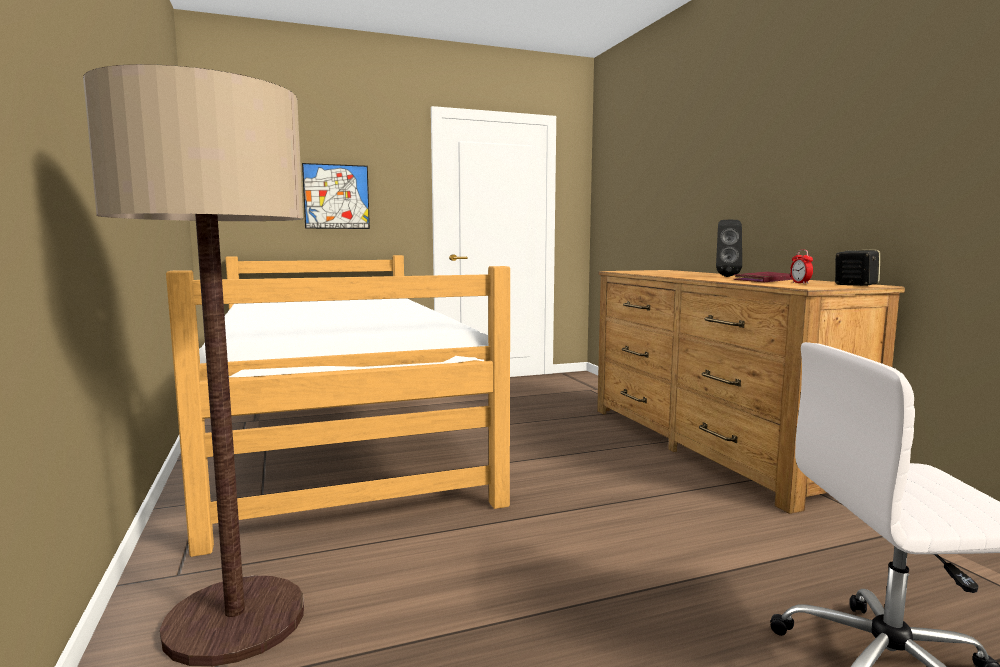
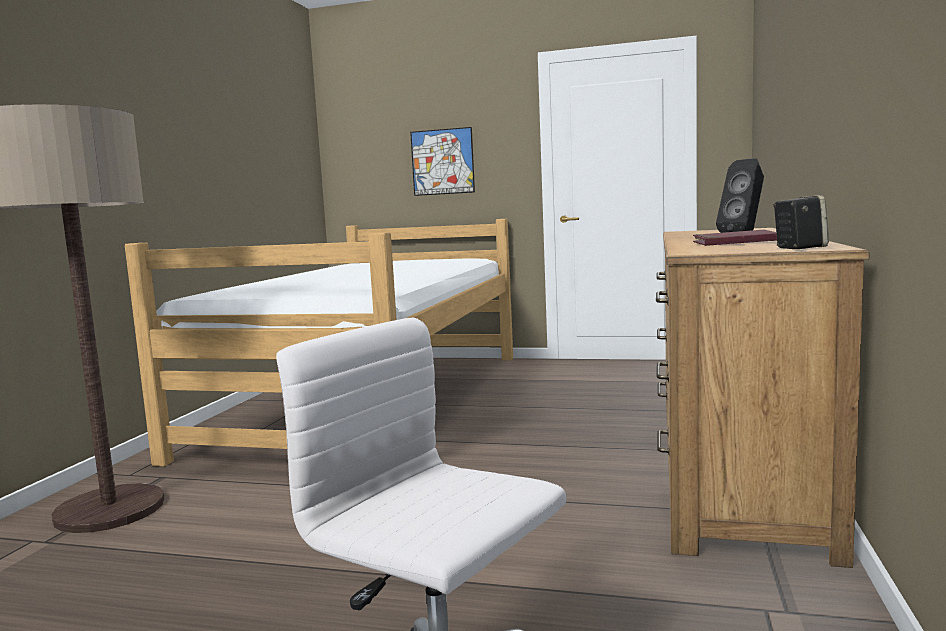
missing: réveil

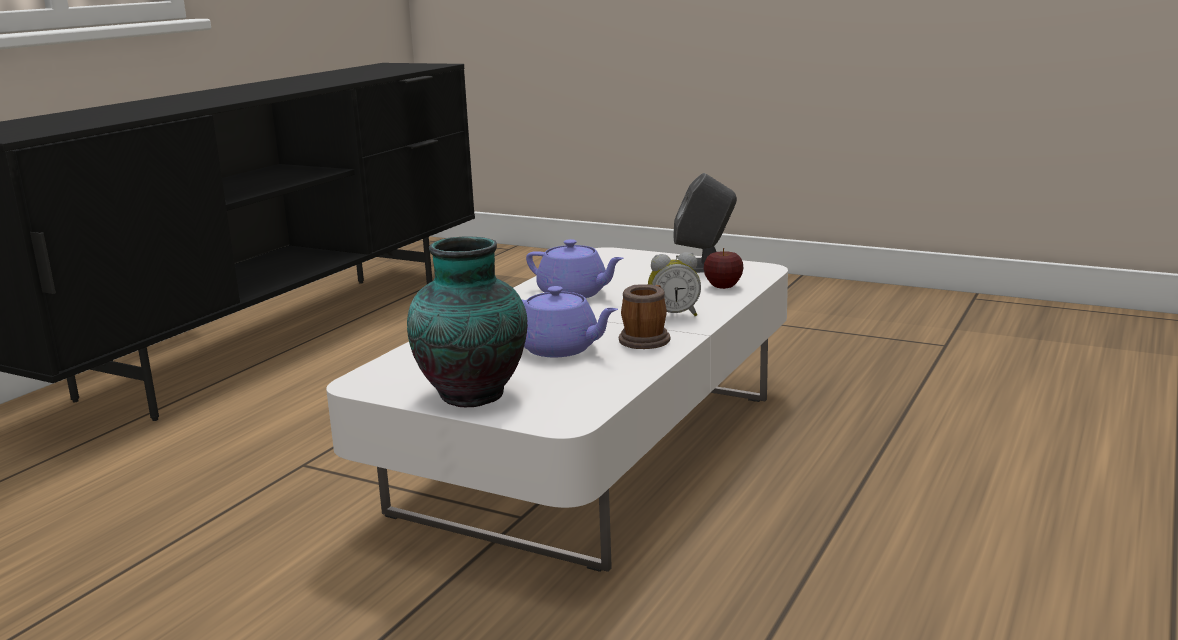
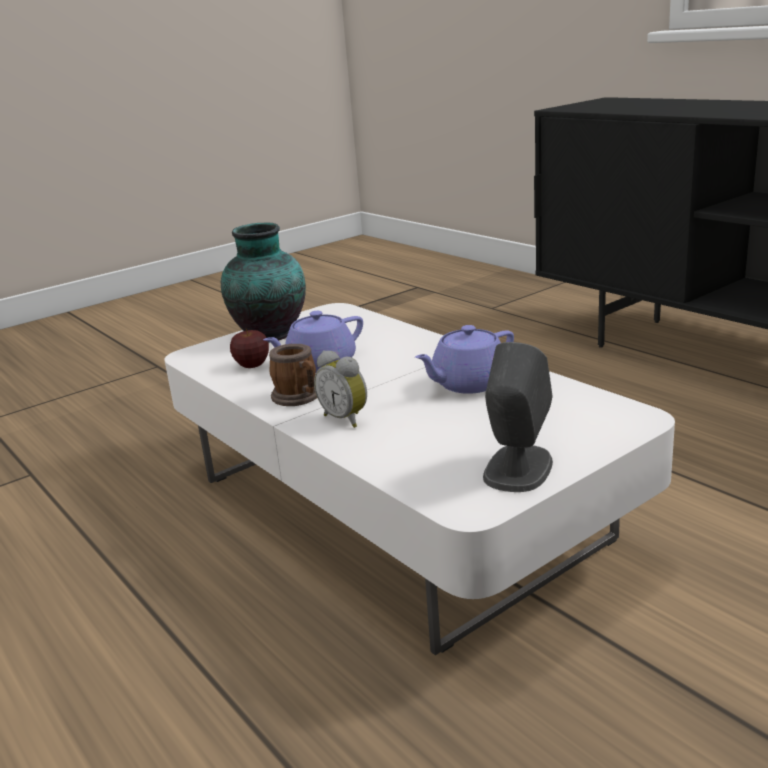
relocated: pomme
spun: réveil 60 degrees counterclockwise

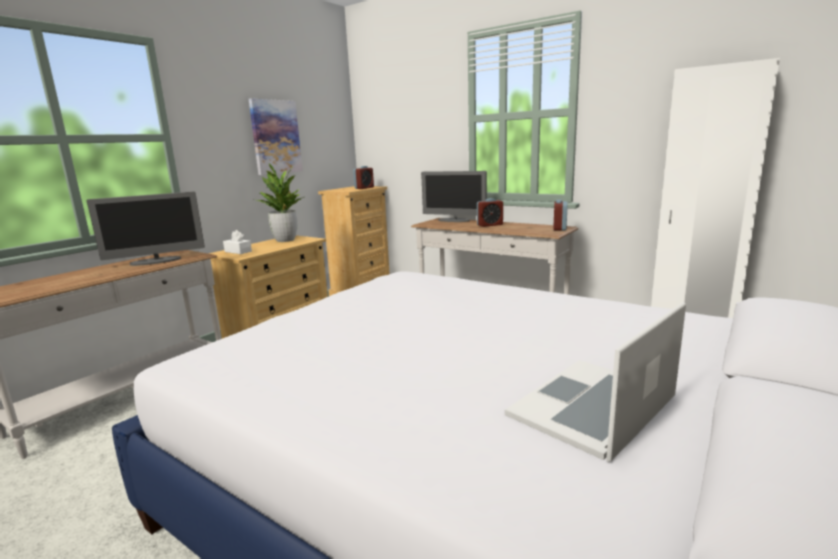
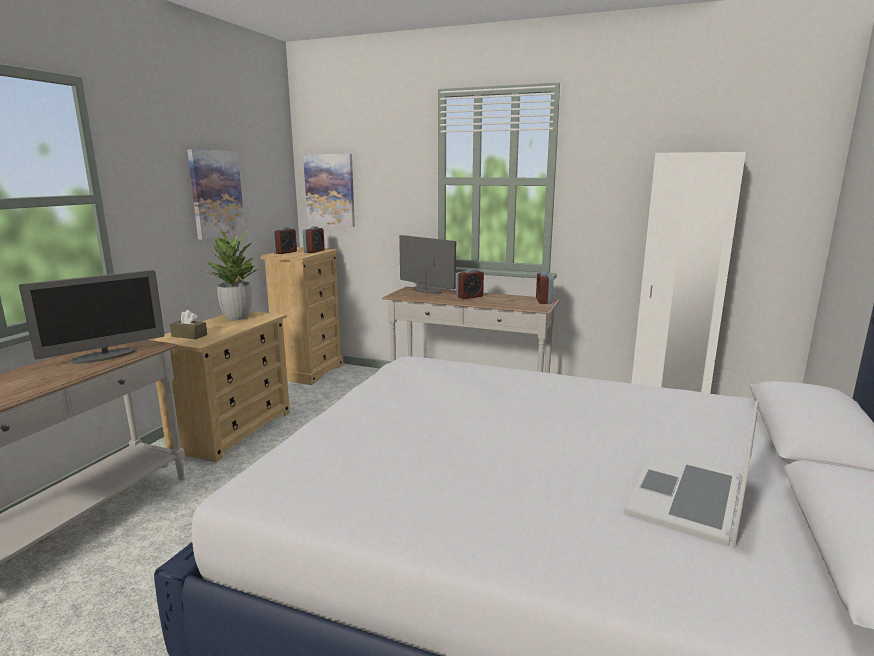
appeared: réveil (no. 1 from left); tableau (no. 2 from left)
colour: boîte à mouchoirs [blanc] to boîte à mouchoirs [marron]
spun: écran d'ordinateur (no. 2 from left) 150 degrees counterclockwise

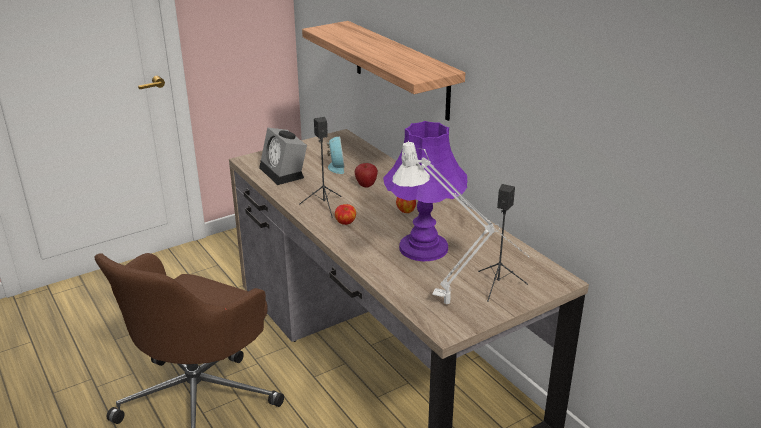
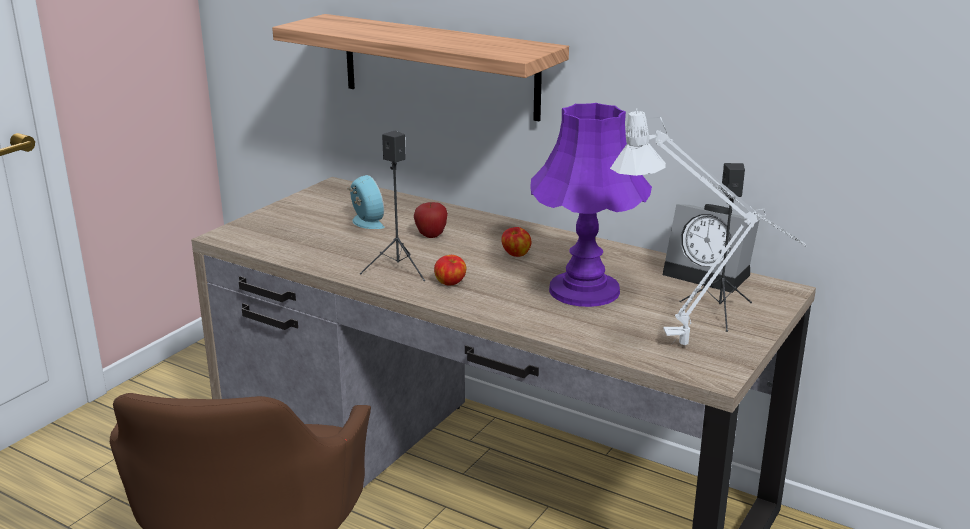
relocated: réveil (no. 1 from left in the first image) to réveil (no. 2 from left)

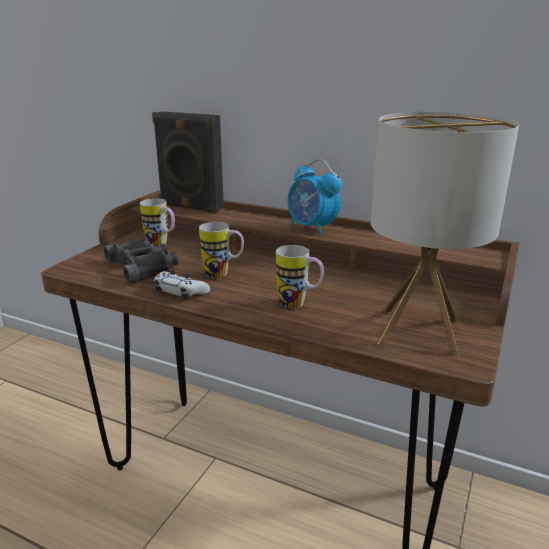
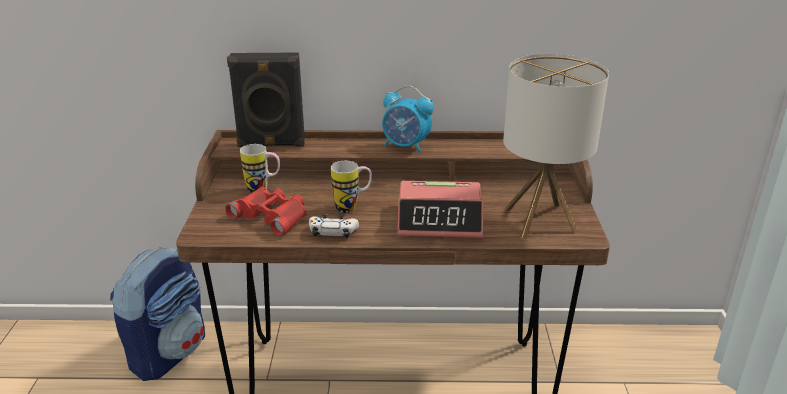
appeared: sac à dos
exchanged: mug (no. 3 from left) to réveil (no. 2 from left)
colour: jumelles [noir] to jumelles [rouge]

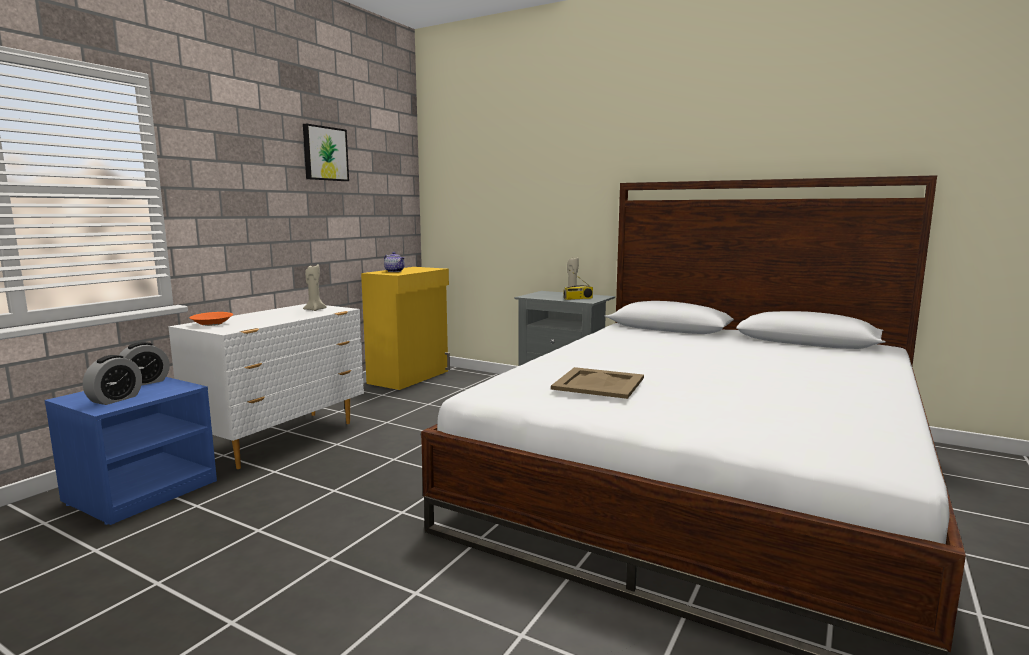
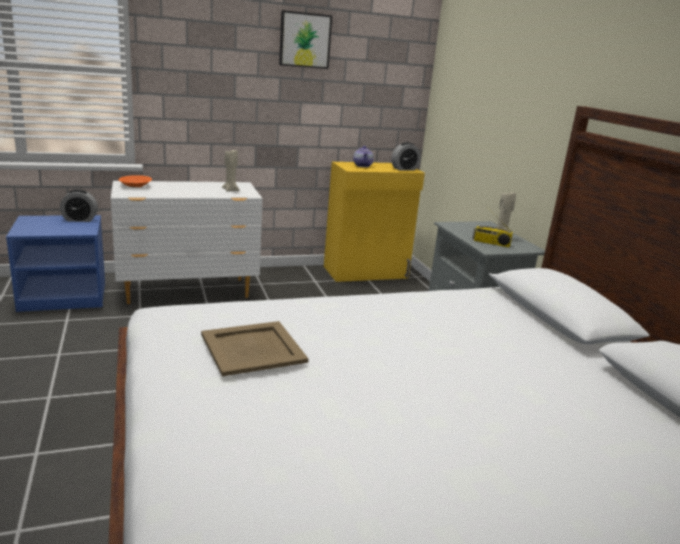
relocated: réveil (no. 1 from left in the first image) to réveil (no. 2 from left)

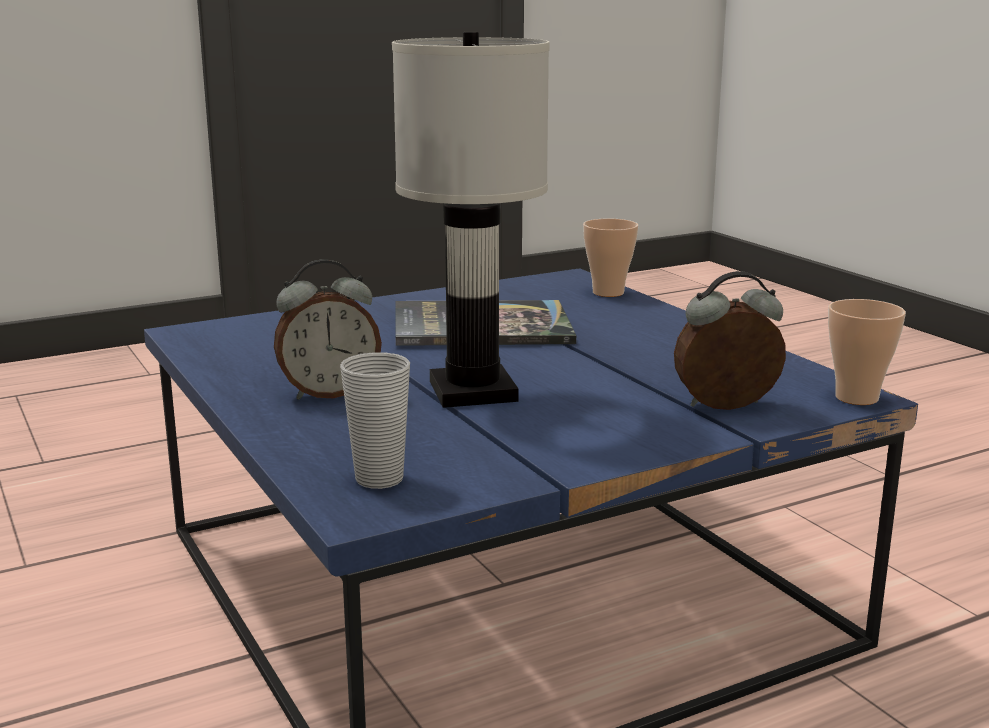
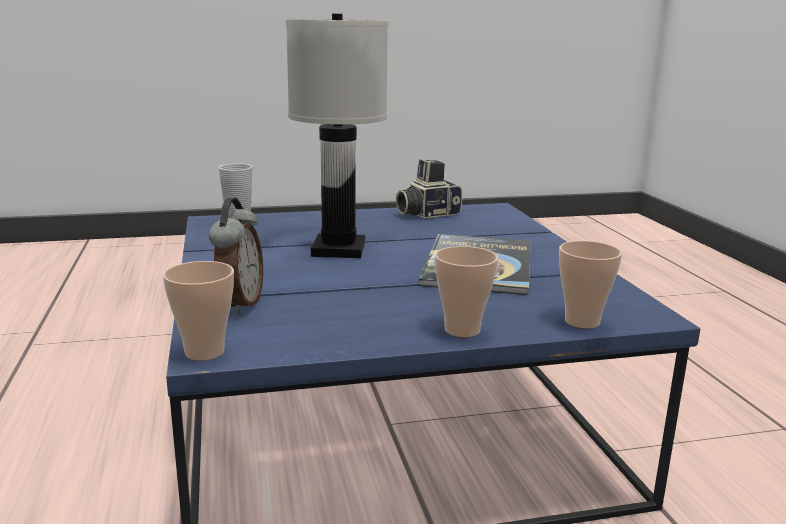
missing: réveil (no. 1 from left)
appeared: appareil photo; tasse (no. 3 from left)

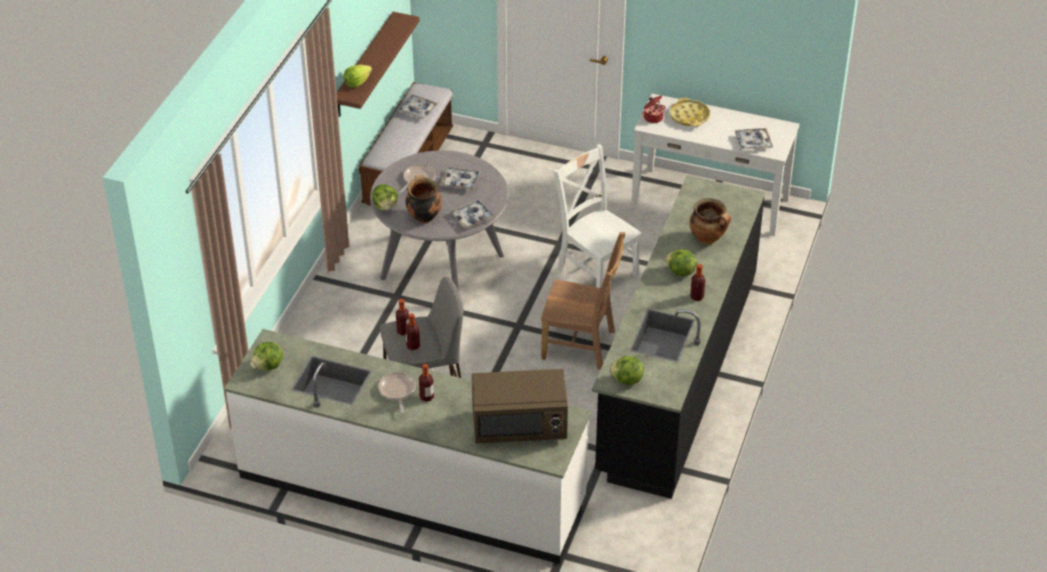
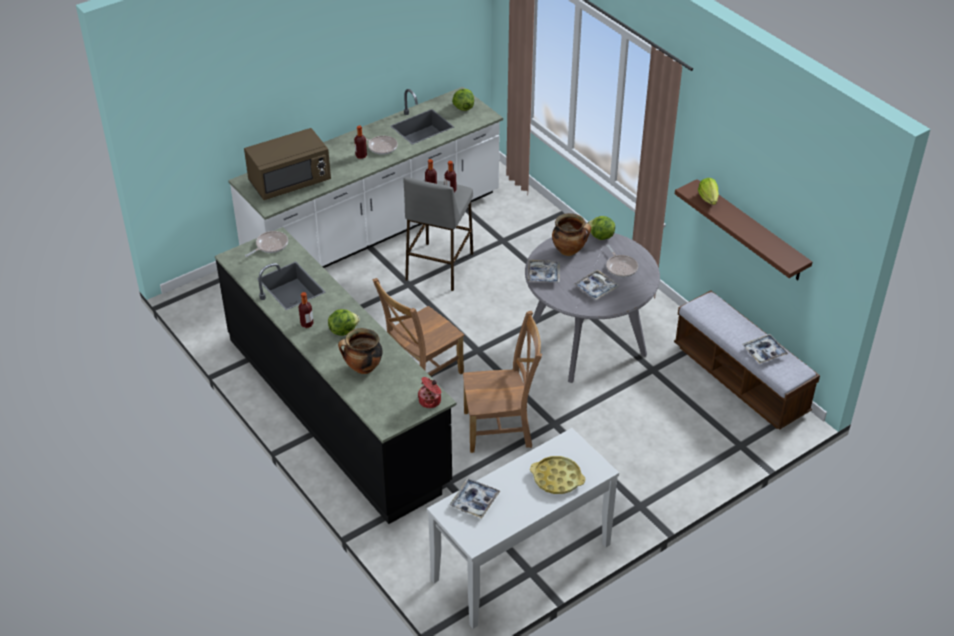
relocated: marmite (no. 2 from left)
exchanged: laitue (no. 4 from left) to poêle (no. 1 from left)
colour: chaise [blanc] to chaise [marron] (no. 2 from left)
spun: micro-ondes [marron] 150 degrees counterclockwise

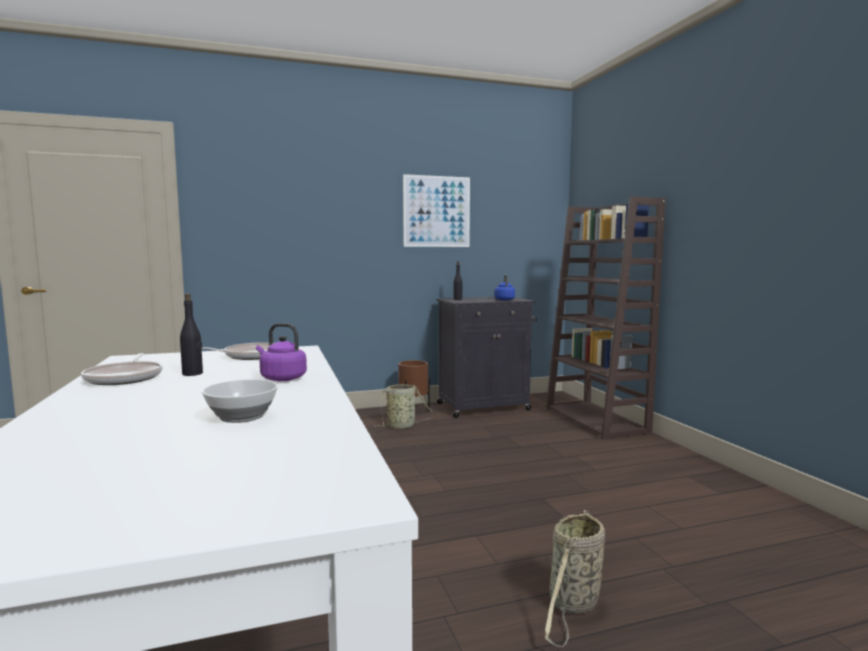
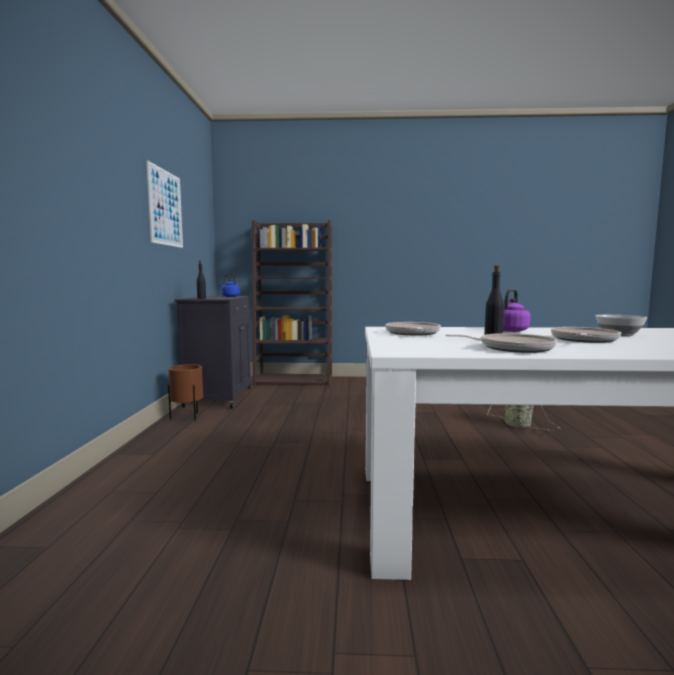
missing: panier (no. 1 from left)
appeared: poêle (no. 3 from left)

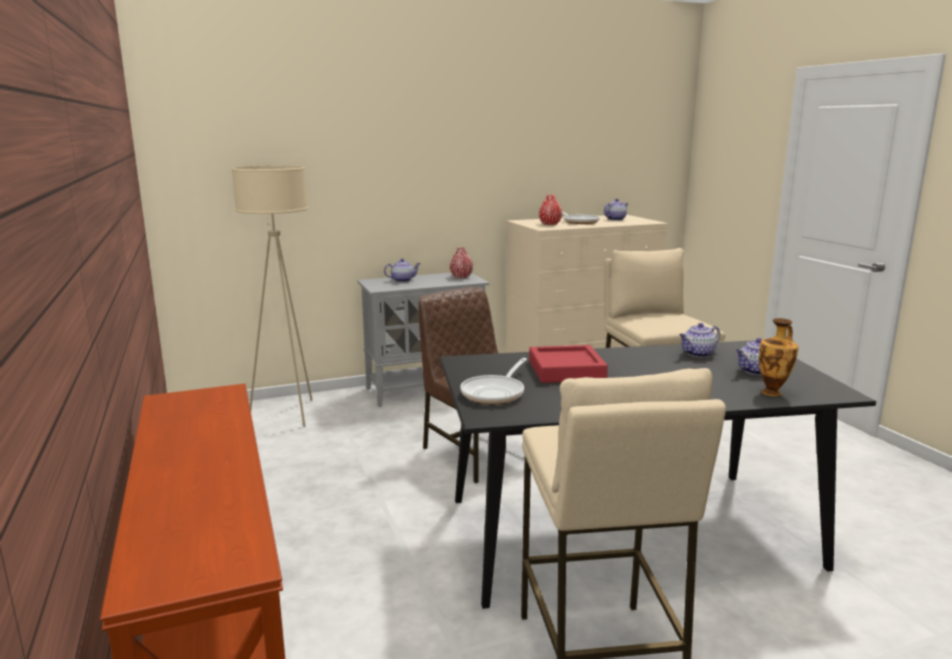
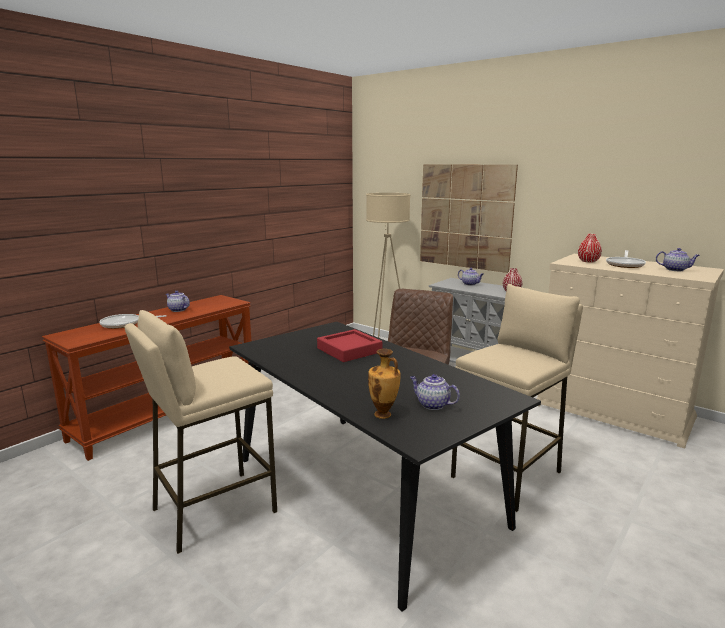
appeared: tableau
relocated: poêle (no. 1 from left); théière (no. 3 from left in the first image) to théière (no. 1 from left)

